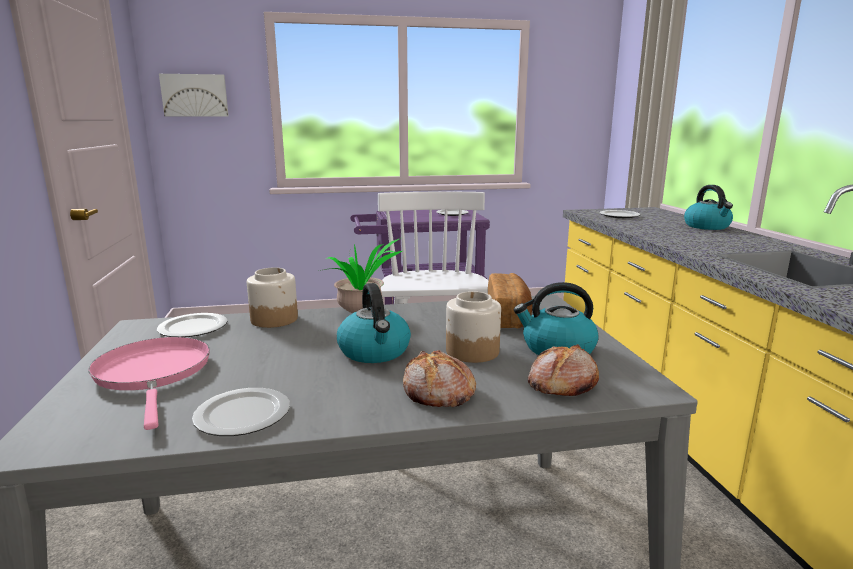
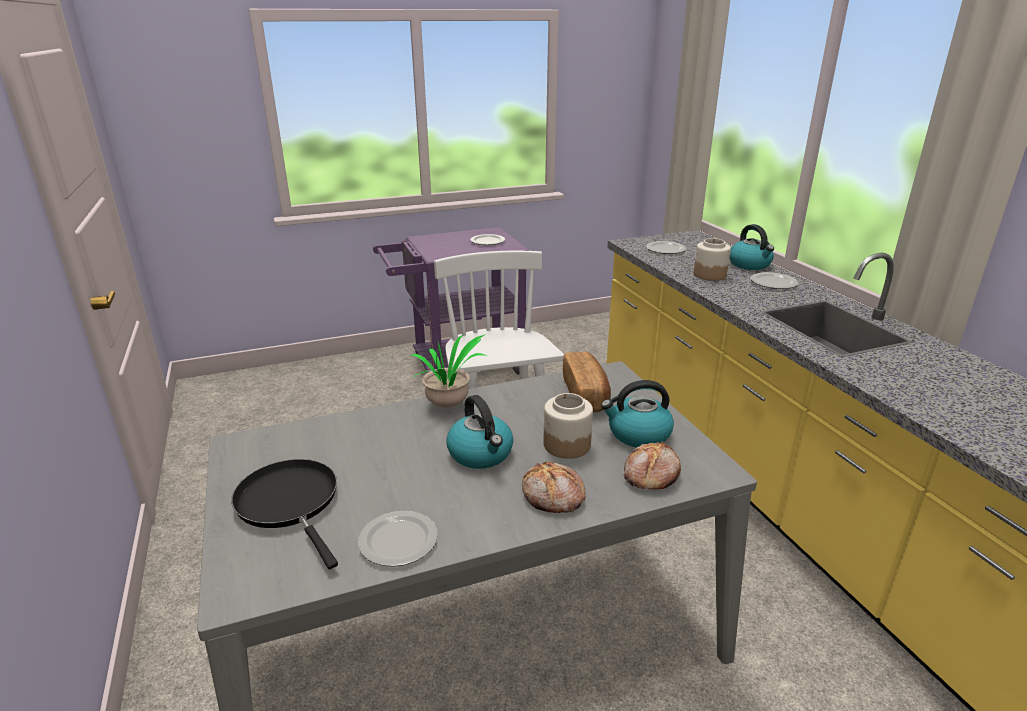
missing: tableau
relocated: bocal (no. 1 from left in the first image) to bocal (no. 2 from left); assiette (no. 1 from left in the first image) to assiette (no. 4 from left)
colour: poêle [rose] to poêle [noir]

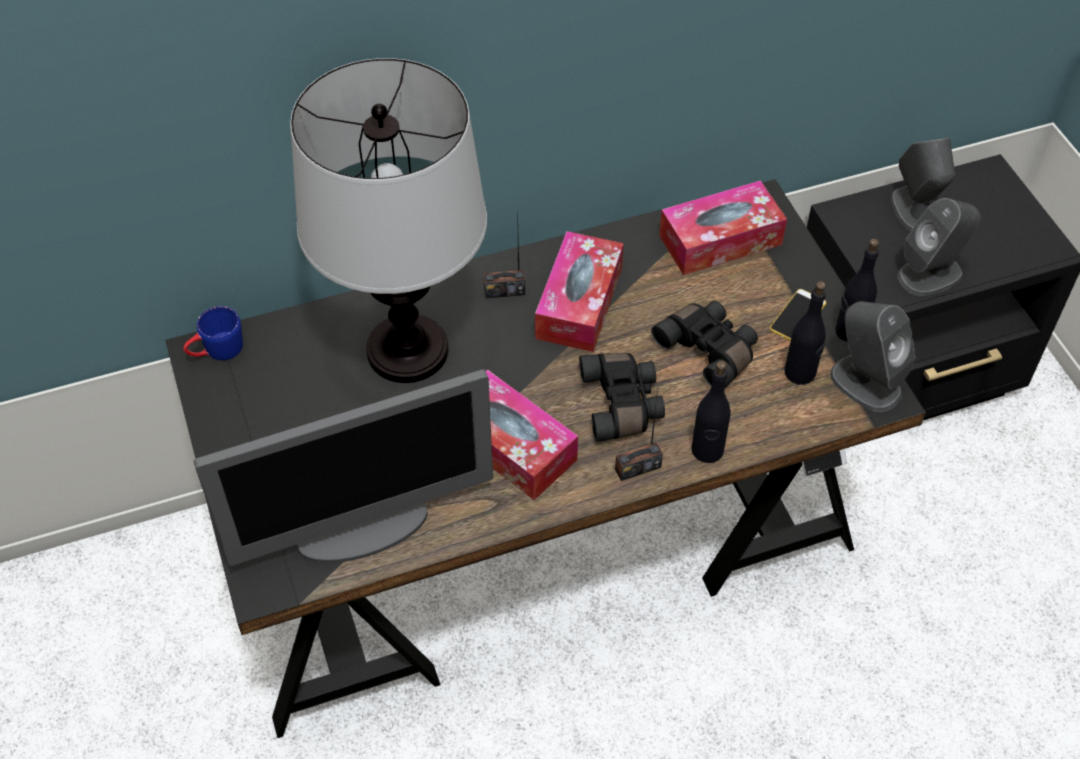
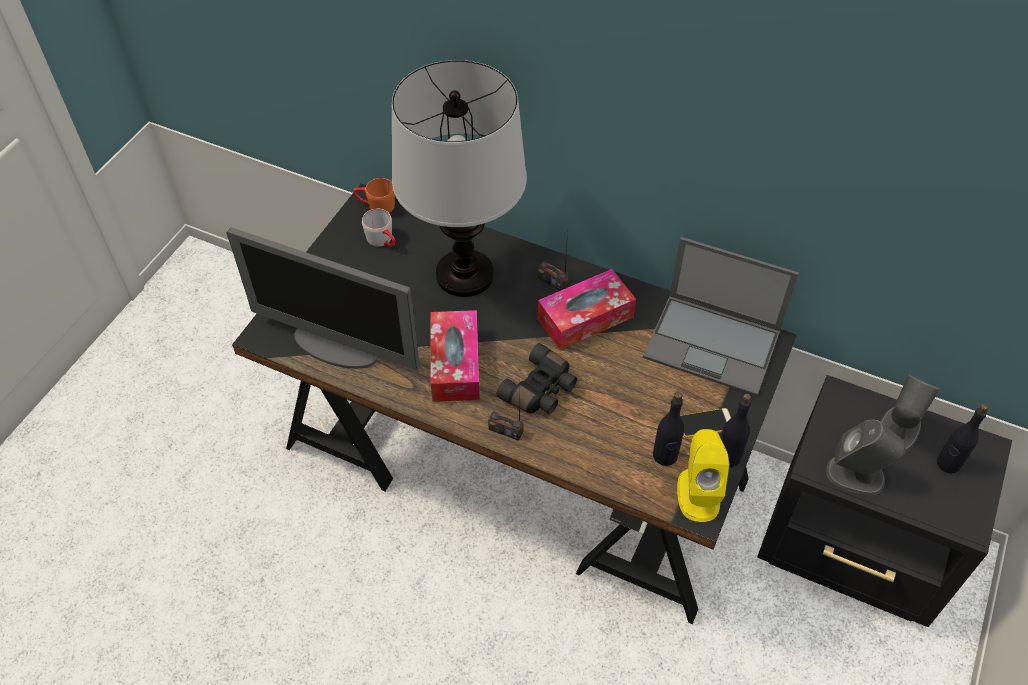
missing: jumelles [noir] (no. 2 from left)
appeared: mug [gris]
relocated: bouteille [noir] (no. 1 from left in the first image) to bouteille [noir] (no. 3 from left)
exchanged: boîte à mouchoirs (no. 3 from left) to ordinateur portable
colour: mug [bleu] to mug [orange]; enceinte [gris] (no. 1 from left) to enceinte [jaune]

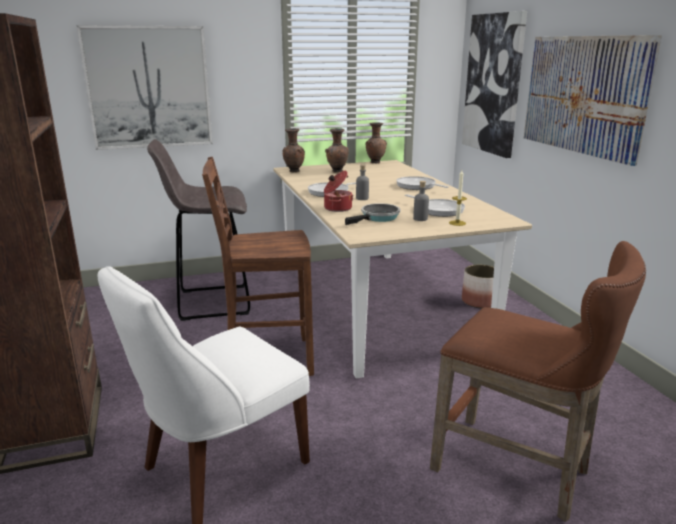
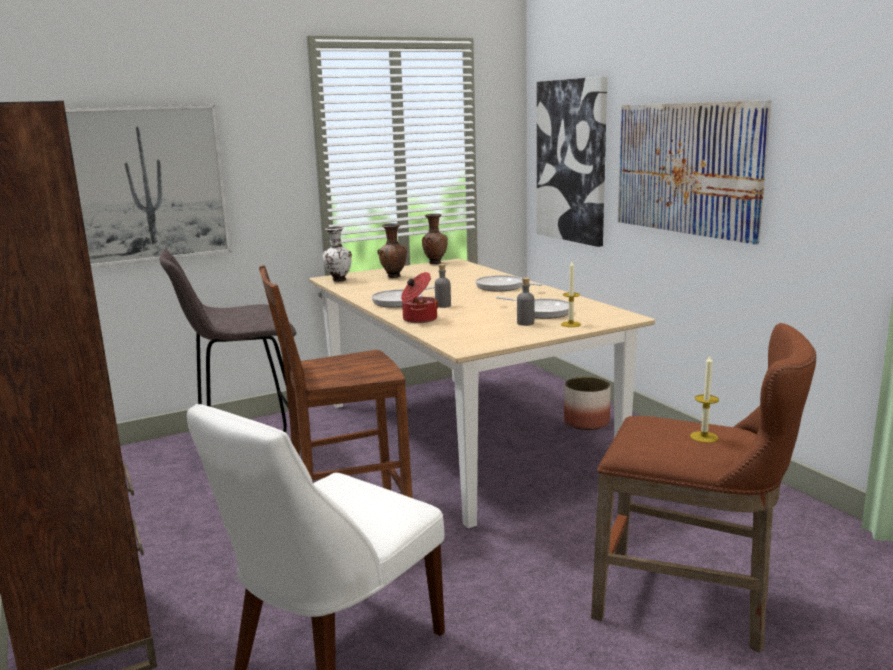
missing: poêle (no. 2 from left)
appeared: bougie (no. 2 from left)
colour: vase [marron] (no. 1 from left) to vase [blanc]

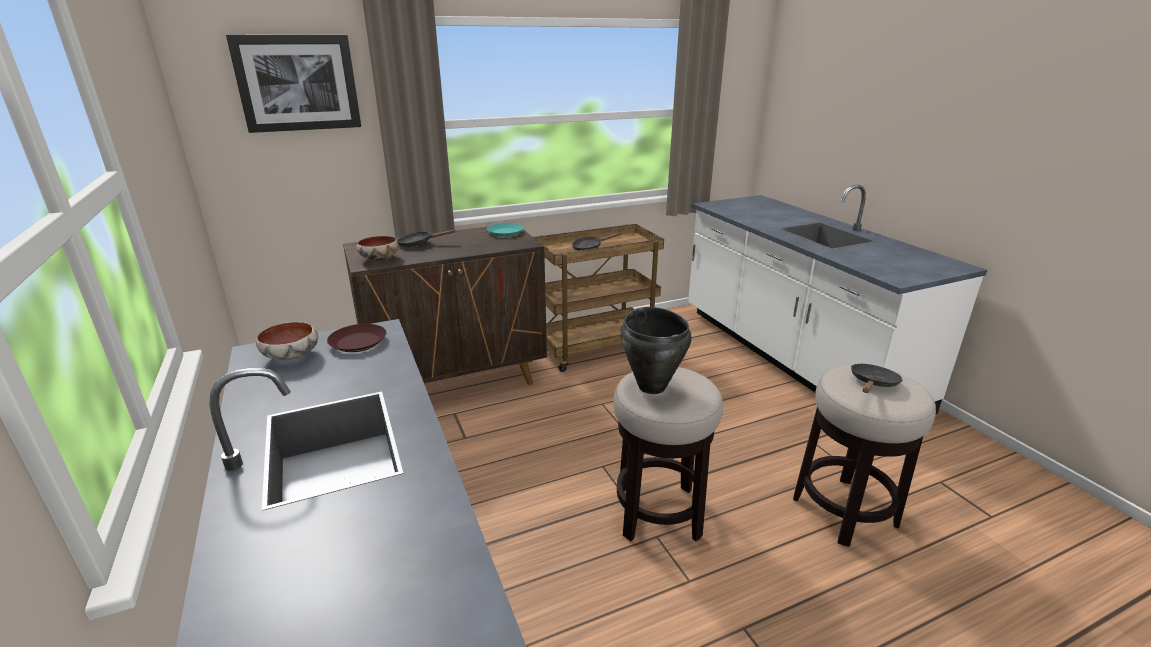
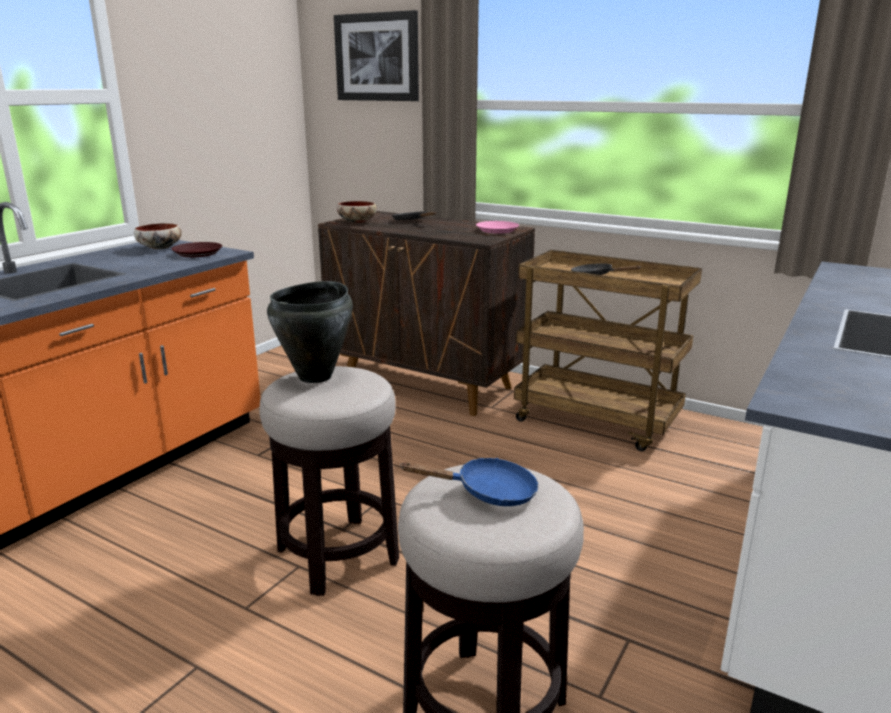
colour: poêle [noir] (no. 3 from left) to poêle [bleu]; assiette [turquoise] to assiette [rose]

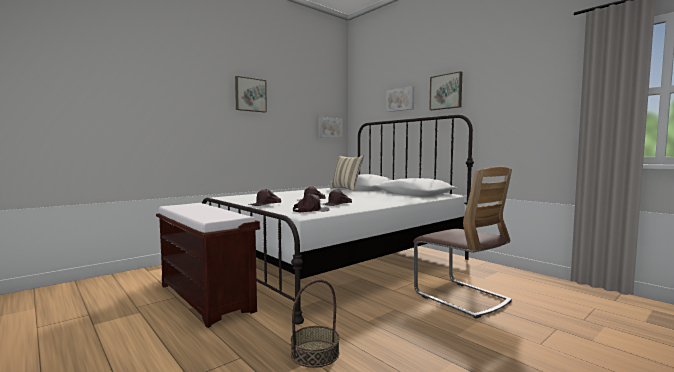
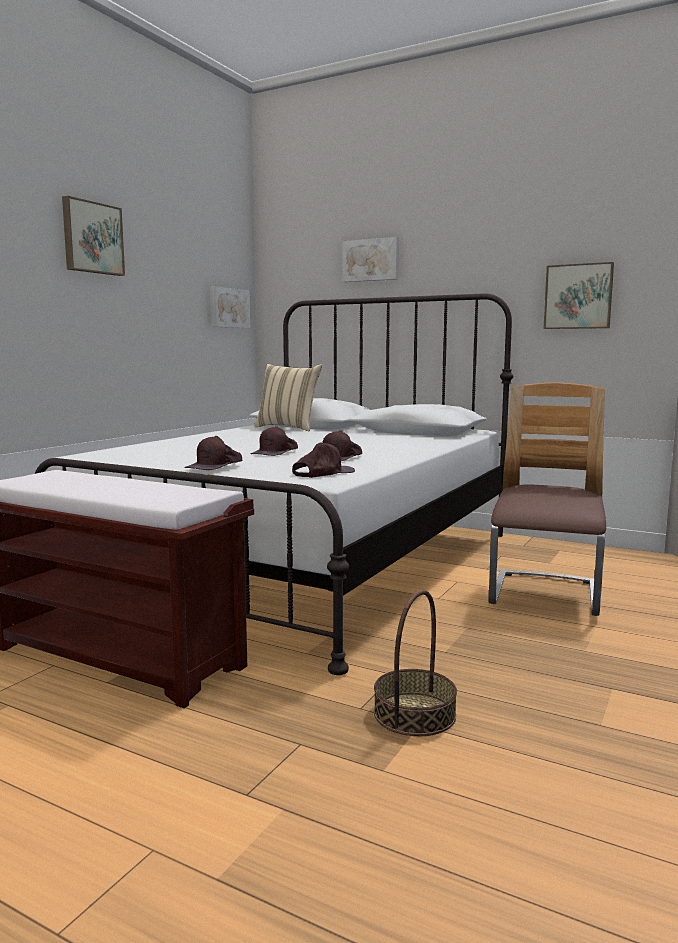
relocated: tableau (no. 4 from left)
spun: chaise 105 degrees counterclockwise

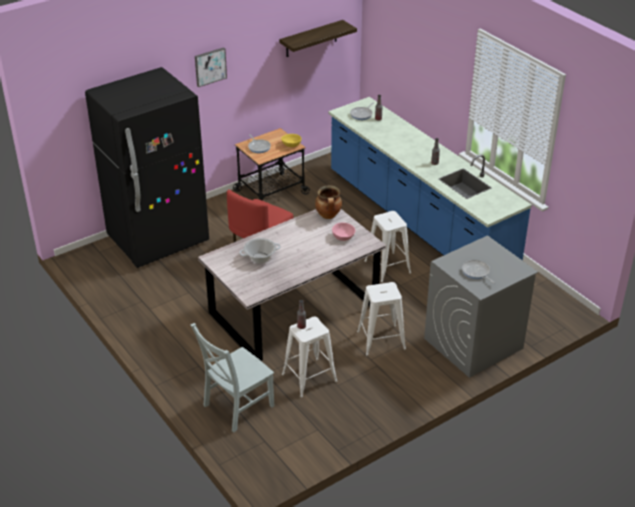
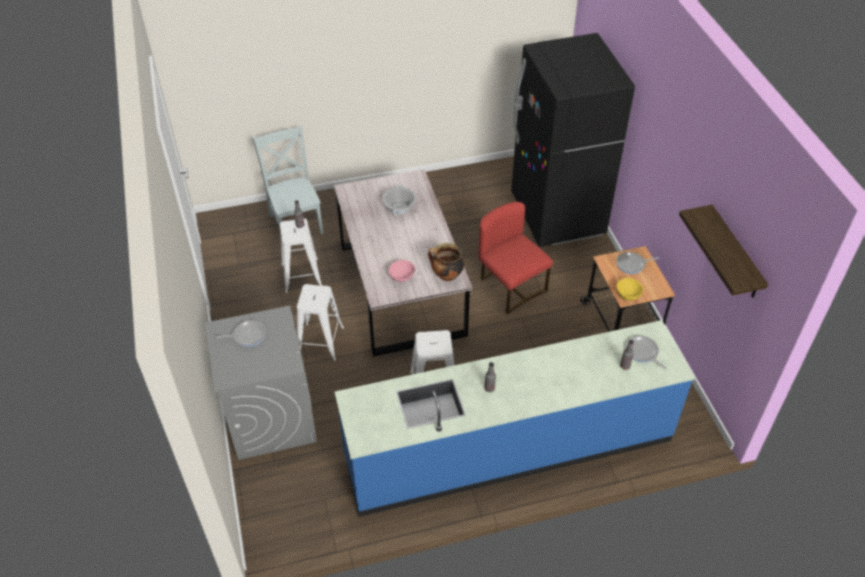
missing: tableau

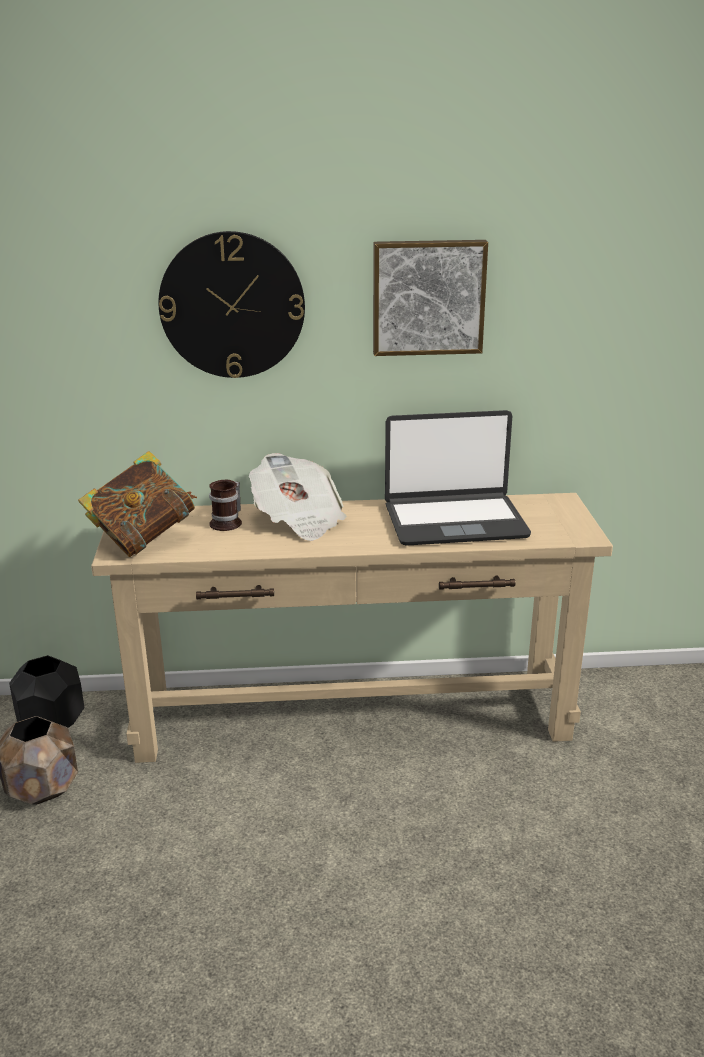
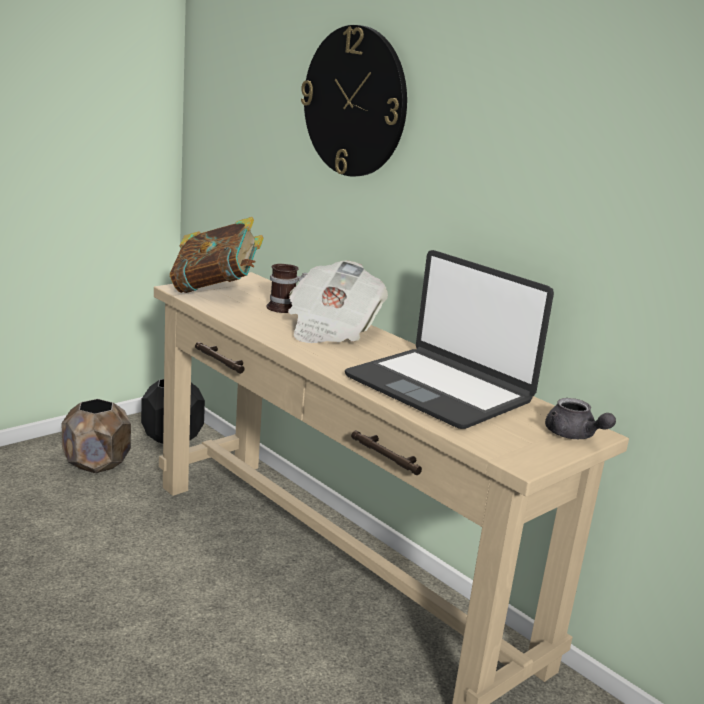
missing: tableau
appeared: théière [gris]

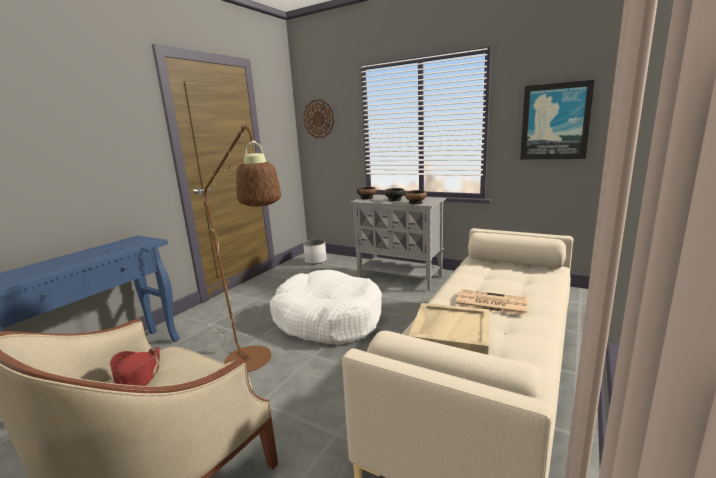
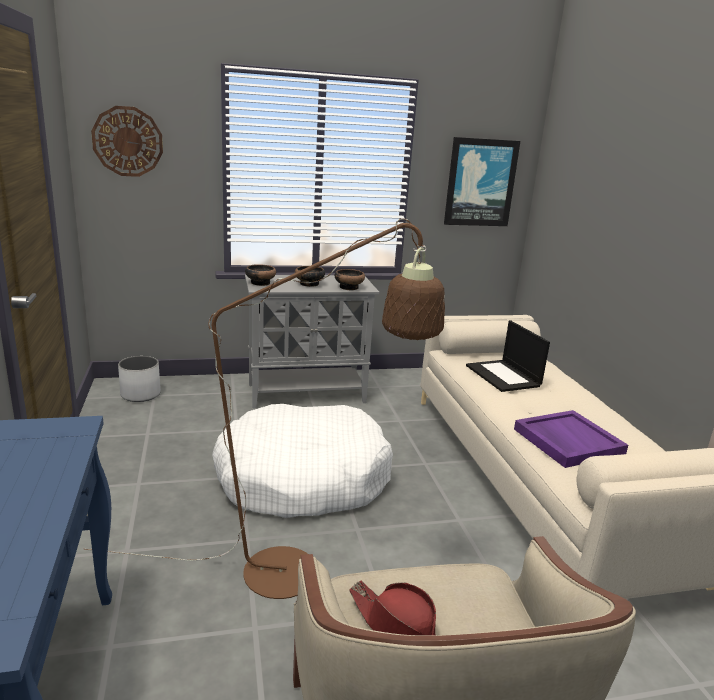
missing: journal
appeared: ordinateur portable
colour: plateau [beige] to plateau [violet]

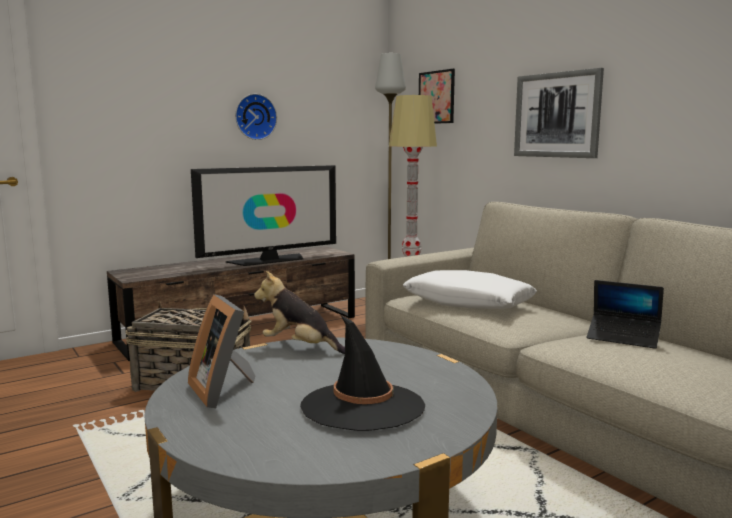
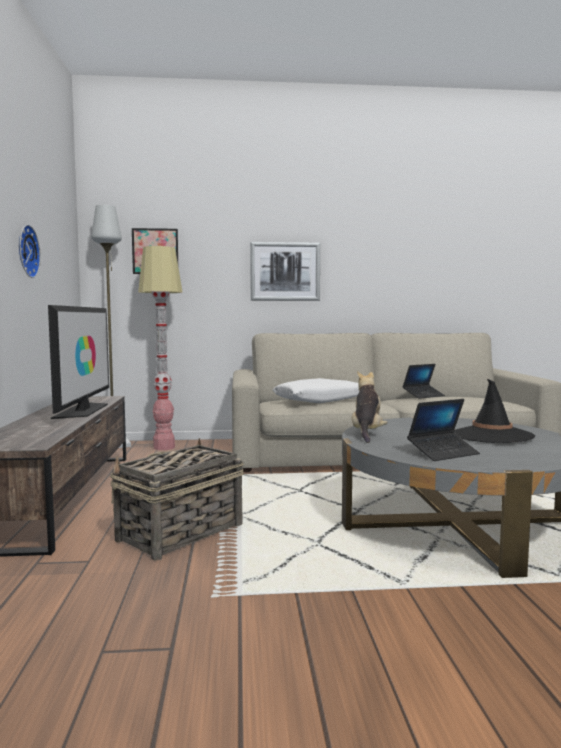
exchanged: cadre photo to ordinateur portable (no. 2 from left)
spun: peluche 135 degrees clockwise

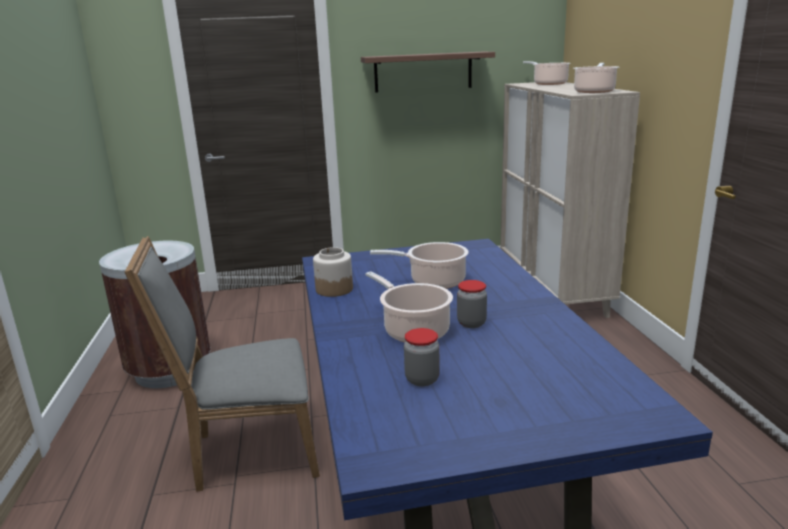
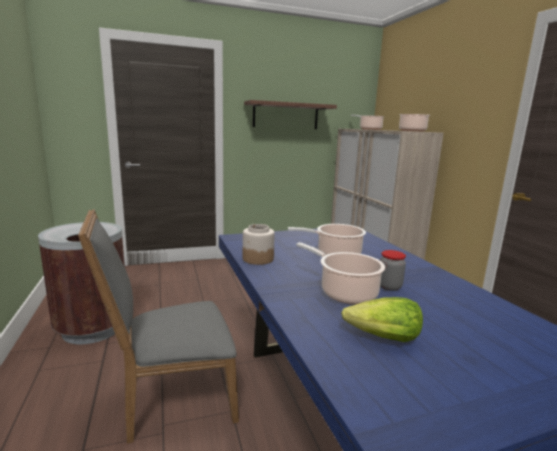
exchanged: bocal (no. 2 from left) to laitue

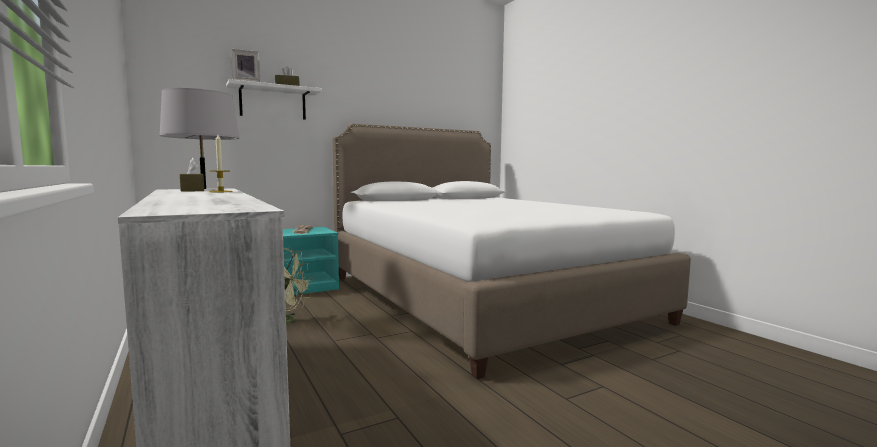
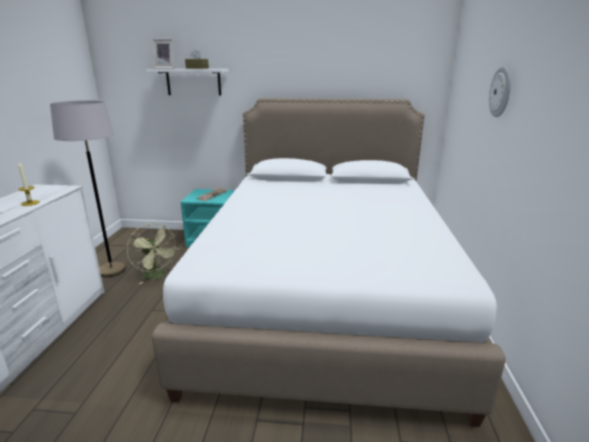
missing: boîte à mouchoirs [marron] (no. 1 from left)
appeared: horloge murale

